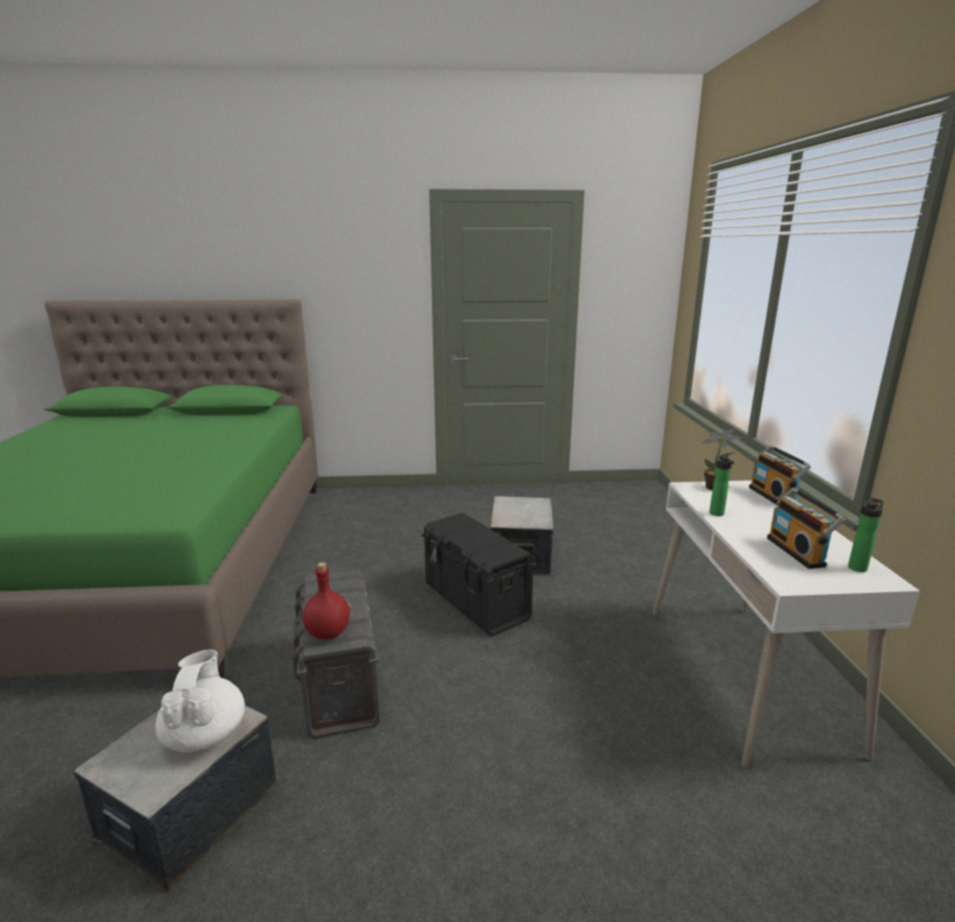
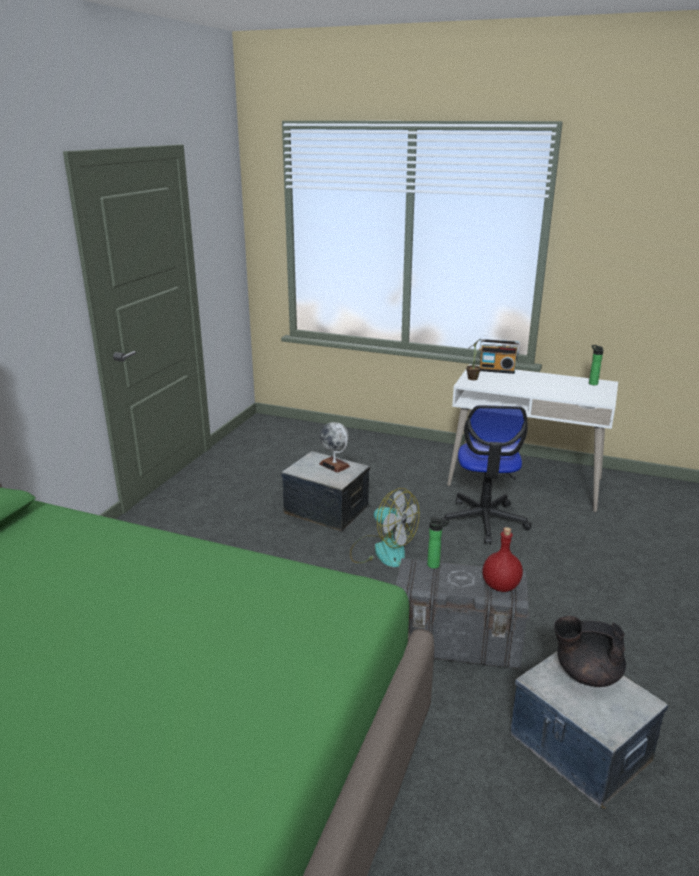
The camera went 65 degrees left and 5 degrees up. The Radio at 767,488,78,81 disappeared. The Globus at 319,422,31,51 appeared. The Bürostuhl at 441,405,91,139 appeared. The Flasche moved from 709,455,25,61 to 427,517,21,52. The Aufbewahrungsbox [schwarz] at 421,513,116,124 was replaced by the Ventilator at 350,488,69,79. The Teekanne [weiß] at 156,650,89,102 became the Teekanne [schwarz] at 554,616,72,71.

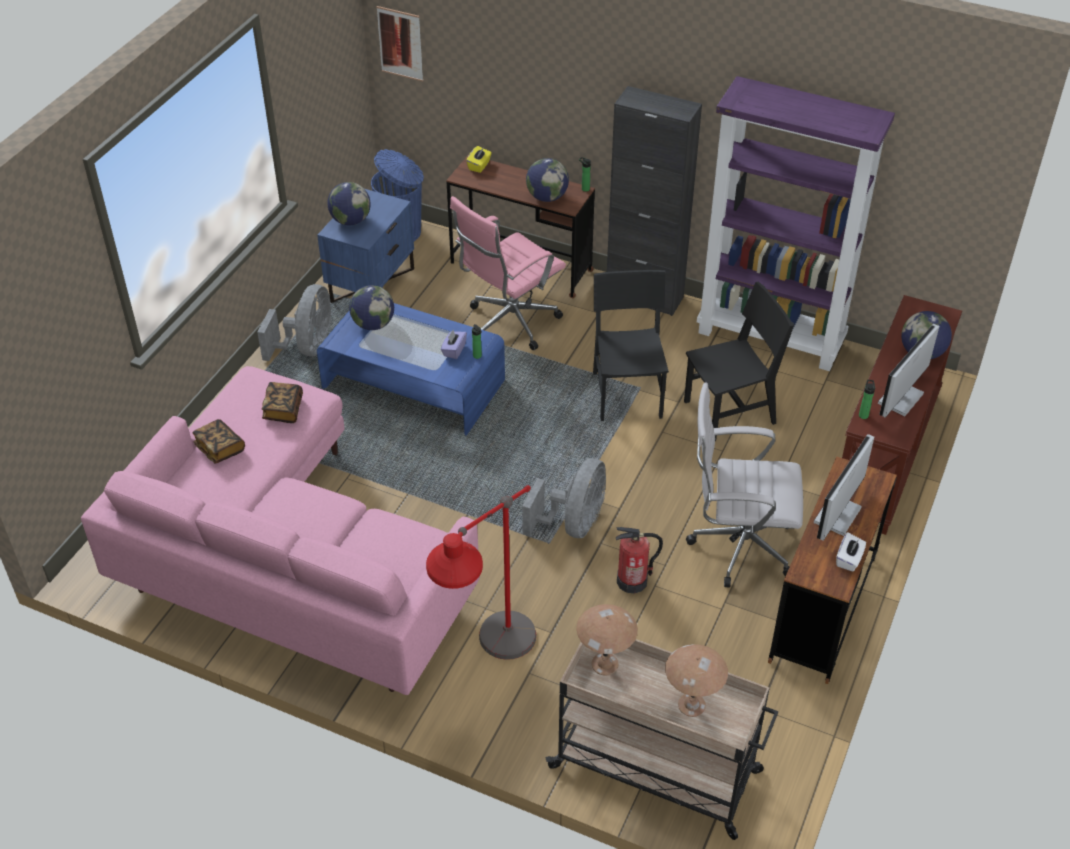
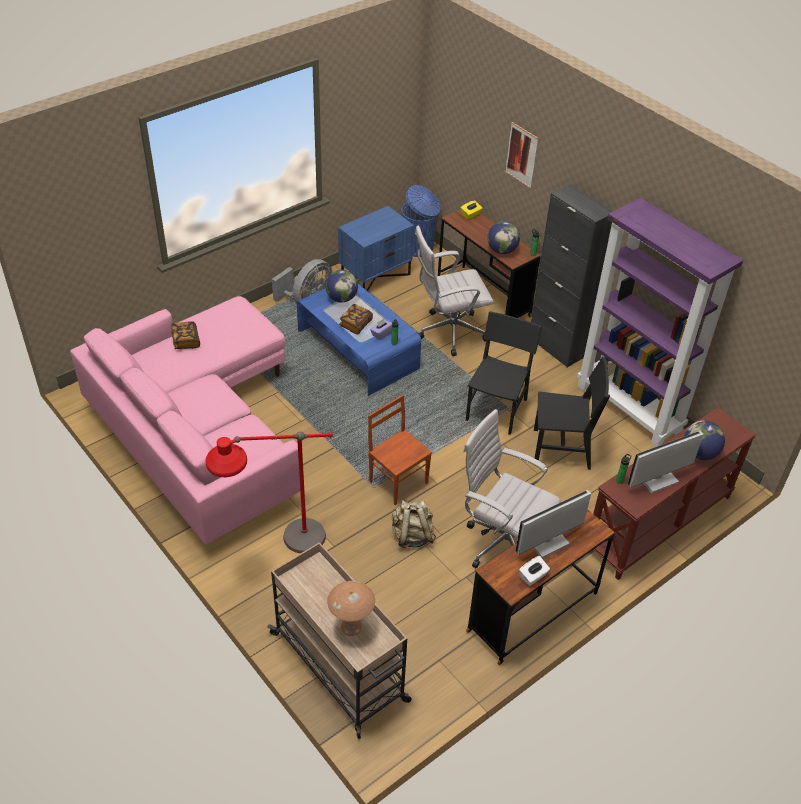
The camera went 25 degrees right and 0 degrees up. The Globus at 327,182,44,43 disappeared. The Tischlampe [braun] at 576,604,62,72 disappeared. The Buch moved from 262,382,41,41 to 339,304,34,31. The Bild moved from 376,6,47,76 to 505,122,33,66. The Ventilator [grau] at 522,458,84,80 was replaced by the Stuhl [braun] at 368,395,64,110. The Feuerlöscher at 616,527,47,67 was replaced by the Rucksack [beige] at 392,500,44,48. The Bürostuhl [rosa] at 450,196,116,154 became the Bürostuhl [weiß] at 415,226,79,130.

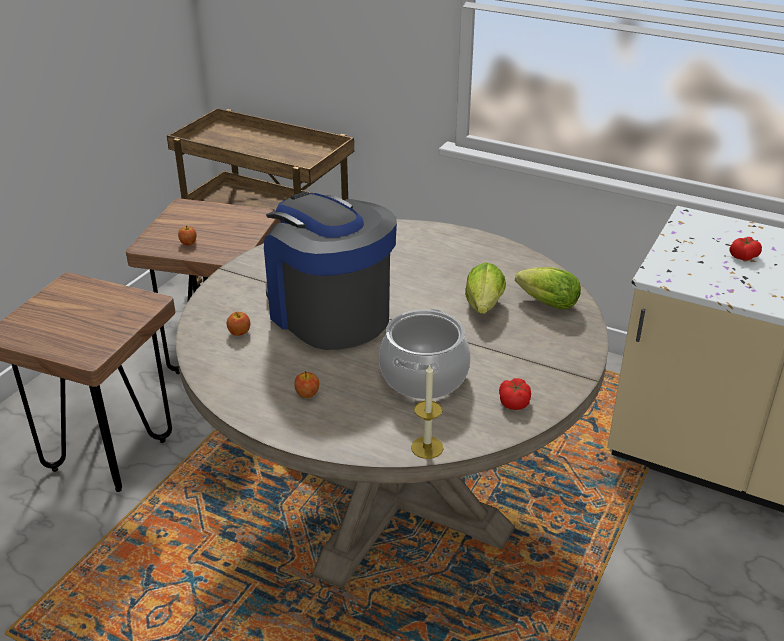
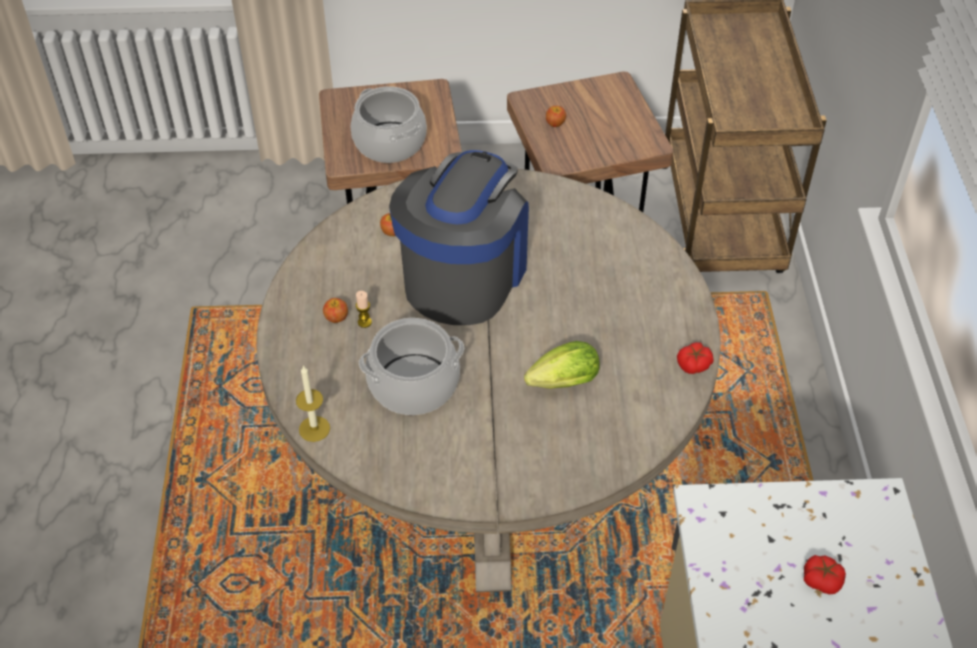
The camera went 60 degrees right and 15 degrees up. The Salatkopf at 515,267,66,43 disappeared. The Kochtopf at 351,86,76,77 appeared. The Kerze at 356,291,16,37 appeared. The Tomate moved from 499,378,32,32 to 677,342,37,32.

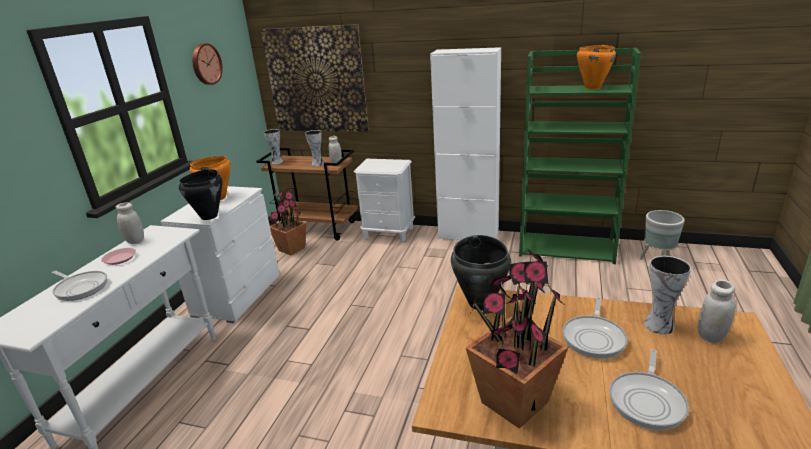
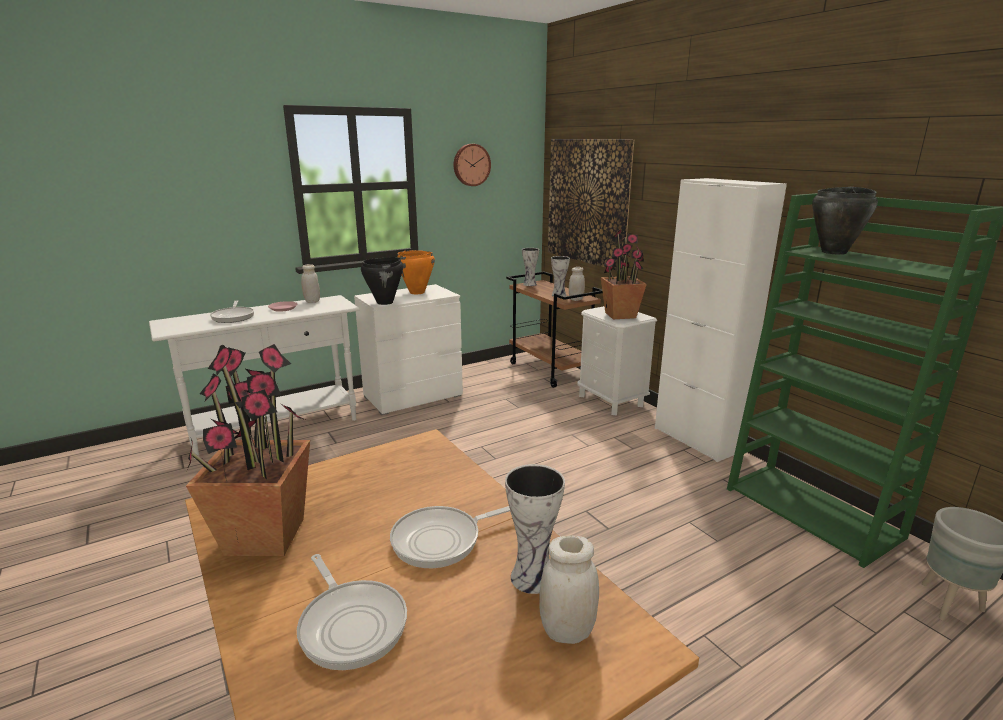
The camera went 40 degrees right and 5 degrees down. The Kochtopf [orange] at 577,45,39,44 disappeared. The Topfpflanze moved from 269,190,37,66 to 601,230,46,89. The Kochtopf [schwarz] moved from 451,235,60,75 to 812,187,66,68. The Pfanne at 609,349,80,81 turned 105 degrees counterclockwise.

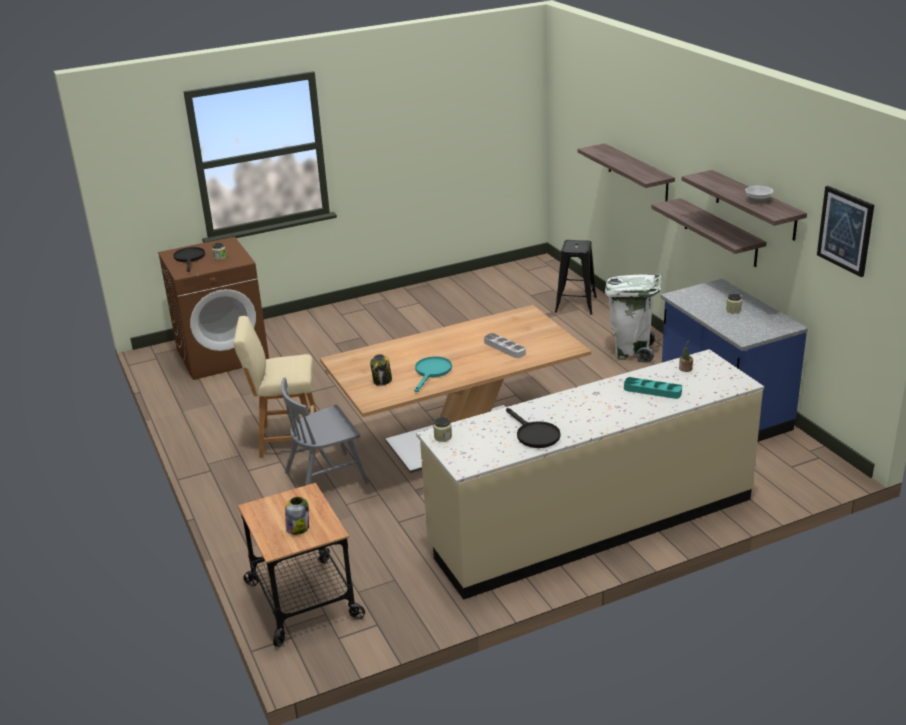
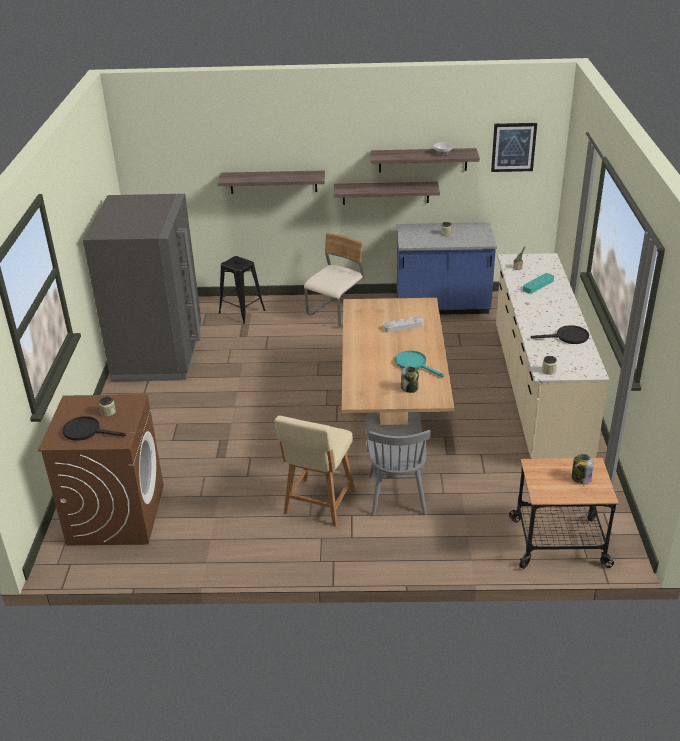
The camera went 65 degrees left and 5 degrees up. The Kühlschrank [grau] at 83,194,118,188 appeared. The Mülleimer [weiß] at 605,274,57,89 was replaced by the Stuhl [beige] at 304,233,60,94.

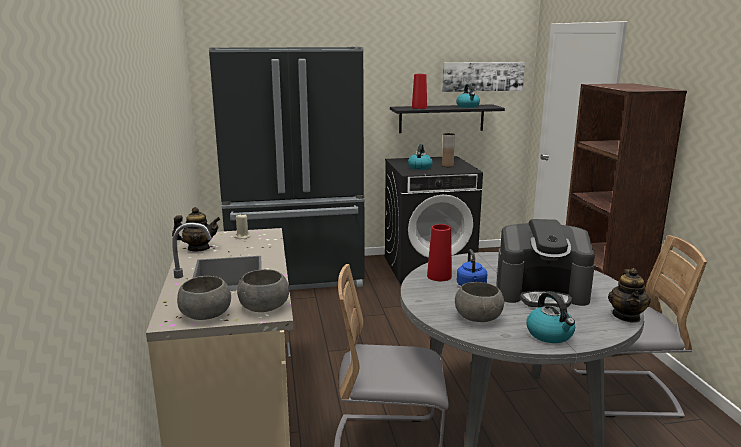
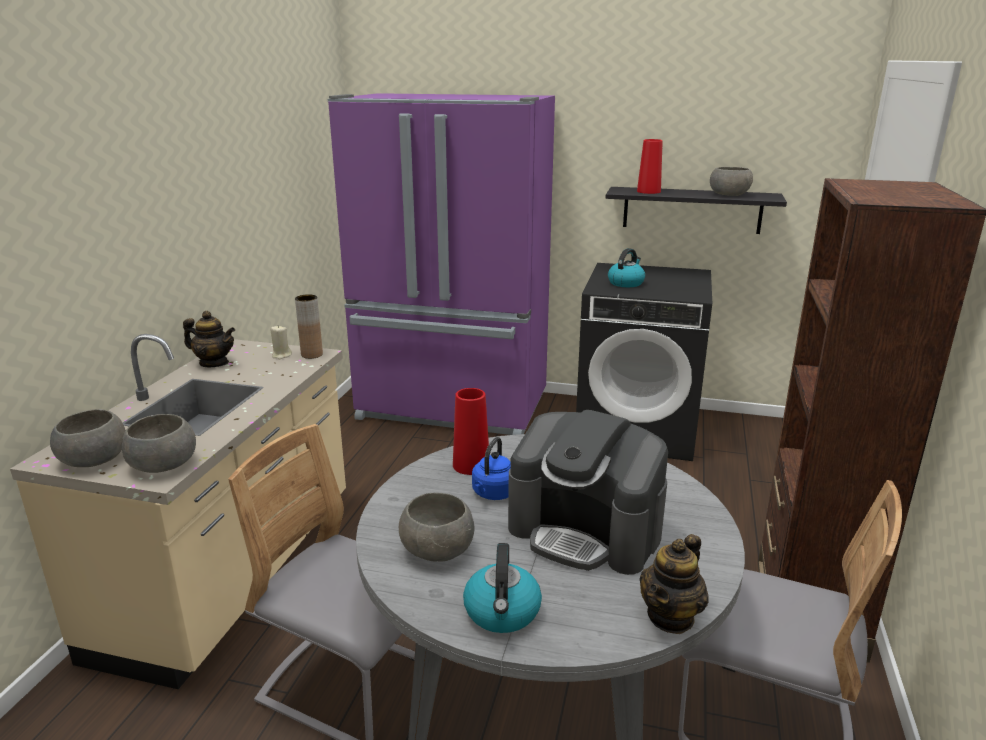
The camera went 25 degrees right and 5 degrees up. The Bild at 442,62,83,30 disappeared. The Vase [braun] moved from 442,133,13,34 to 295,294,28,65. The Wasserkessel at 456,84,24,24 was replaced by the Schüssel [grau] at 710,167,43,29. The Kühlschrank [schwarz] at 209,47,156,243 became the Kühlschrank [lila] at 328,93,227,342.

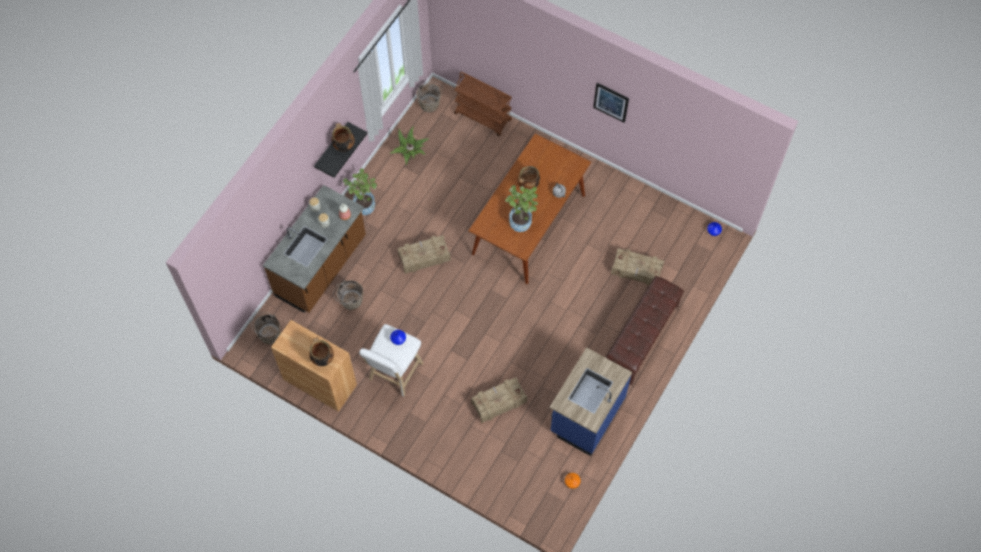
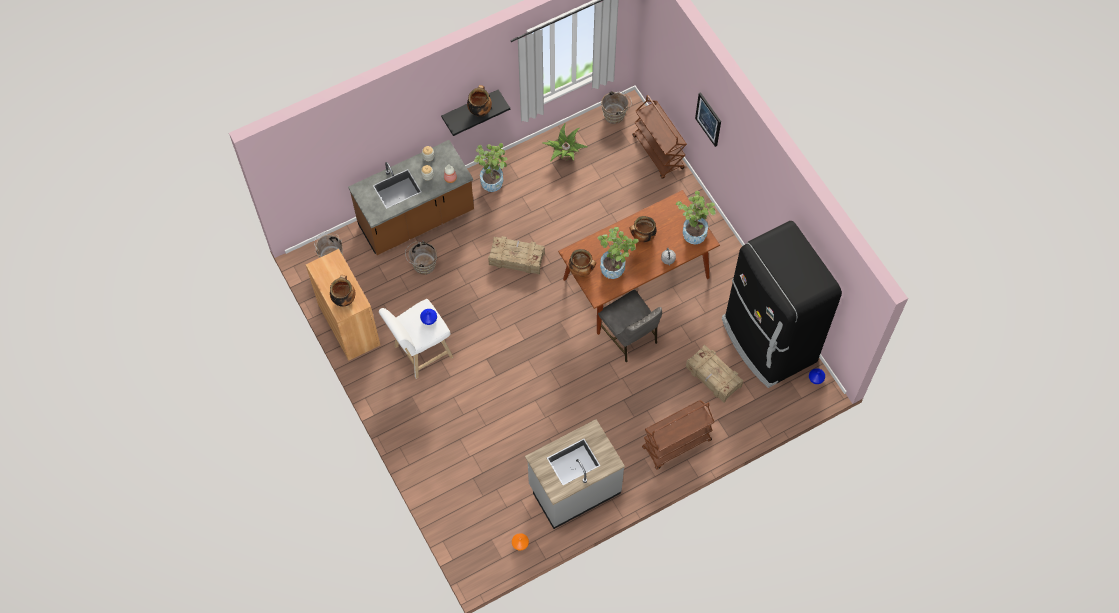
The camera went 30 degrees right and 0 degrees up. The Kiste at 471,377,56,46 disappeared. The Kochtopf at 569,249,27,28 appeared. The Stuhl [grau] at 598,290,64,72 appeared. The Topfpflanze at 676,191,40,53 appeared. The Kühlschrank [schwarz] at 722,221,120,167 appeared. The Bild moved from 593,83,36,40 to 695,92,26,55. The Bank [braun] at 606,276,78,109 was replaced by the Rollwagen [braun] at 642,400,72,70. The Küchenzeile [blau] at 550,347,82,109 became the Küchenzeile [grau] at 525,419,100,110.

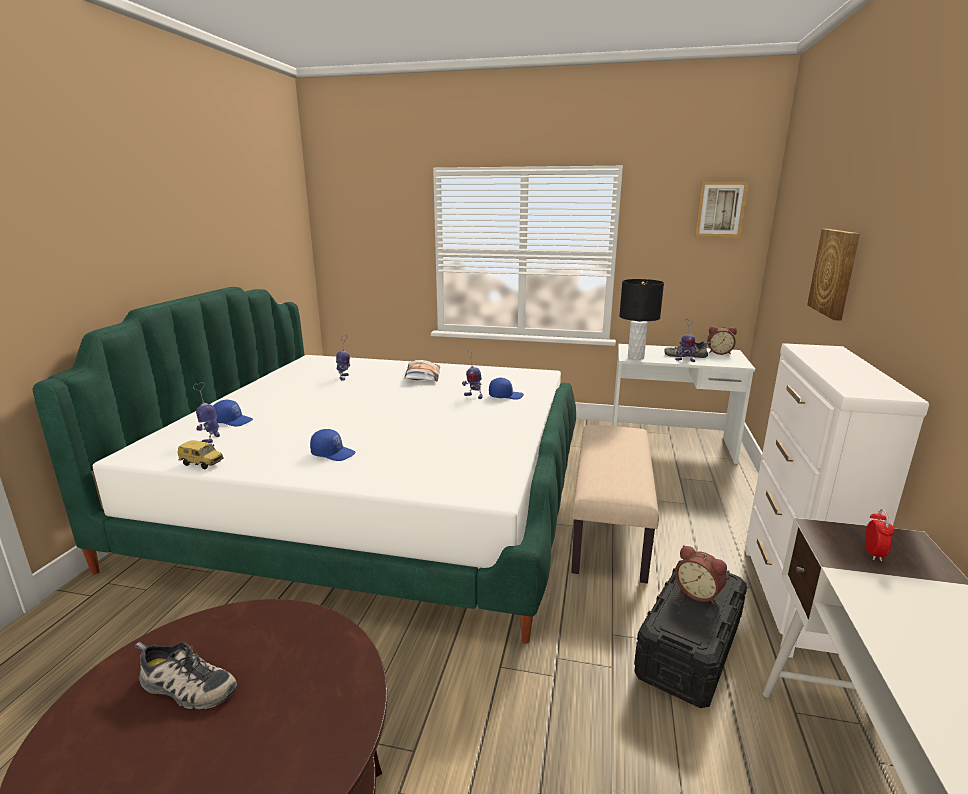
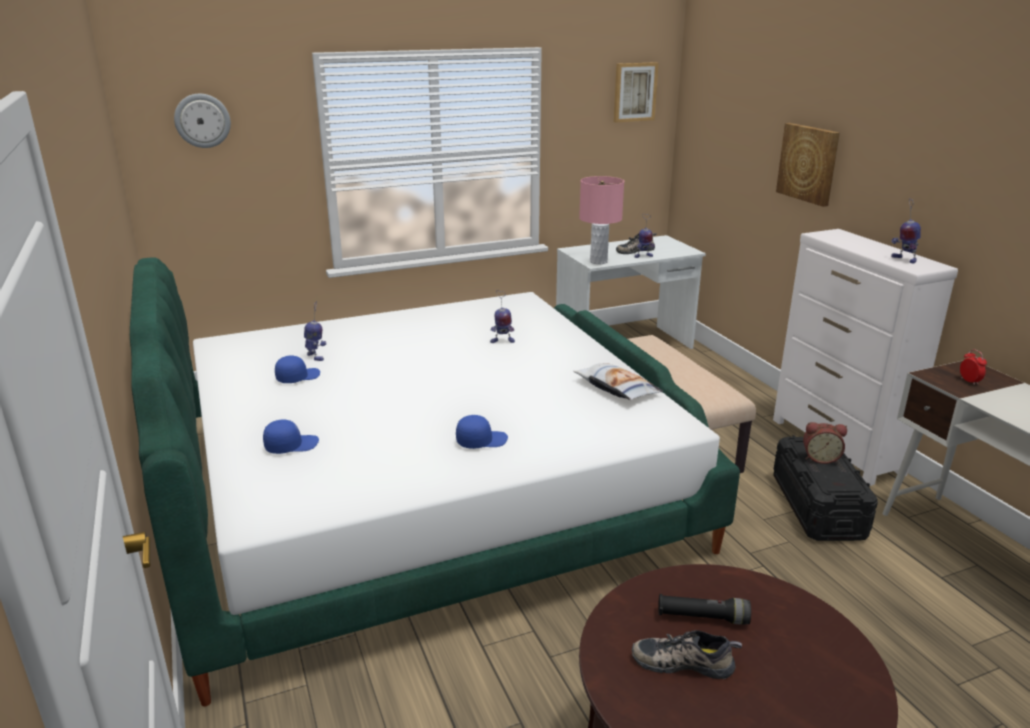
The camera went 35 degrees left and 5 degrees up. The Spielzeugauto at 178,440,45,29 disappeared. The Wecker at 707,326,30,29 disappeared. The Wanduhr at 174,94,57,54 appeared. The Taschenlampe [schwarz] at 658,594,93,31 appeared. The Spielzeugroboter moved from 193,382,27,61 to 891,198,30,66. The Kissen moved from 404,360,37,21 to 573,363,90,37. The Kappe [blau] moved from 489,378,35,22 to 275,356,45,27. The Tischlampe [schwarz] at 619,279,45,81 became the Tischlampe [rosa] at 579,176,45,88. The Schuh at 135,642,102,67 turned 150 degrees counterclockwise.

